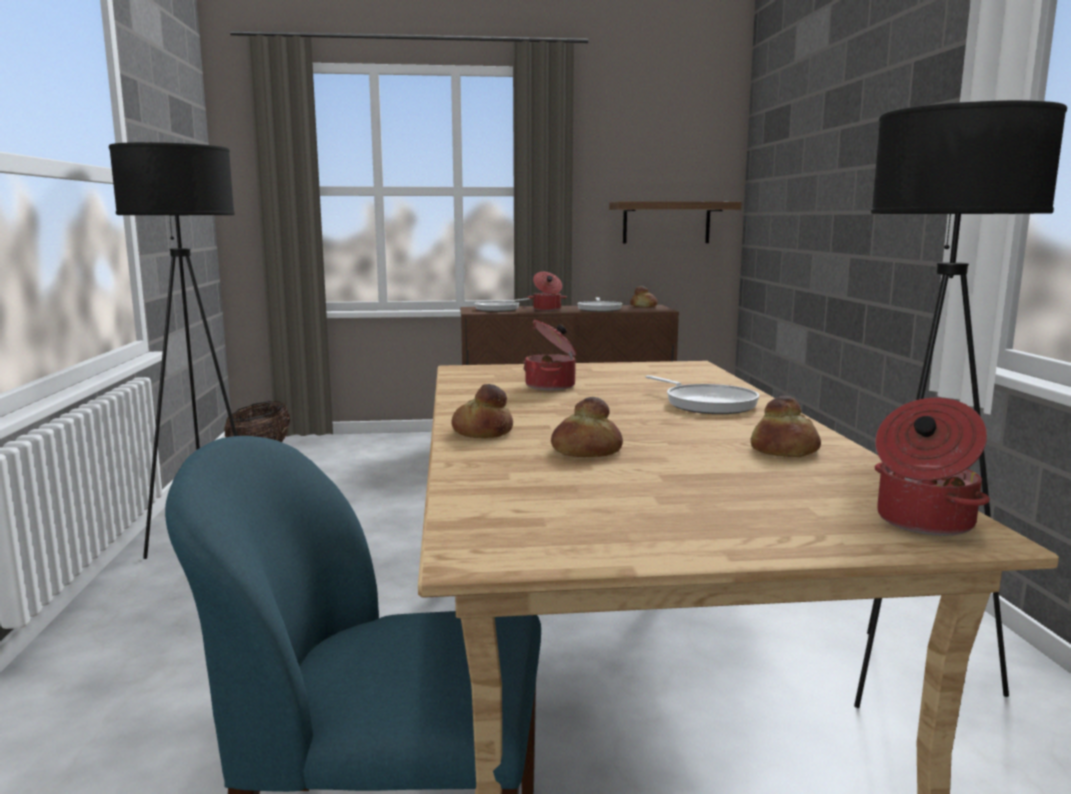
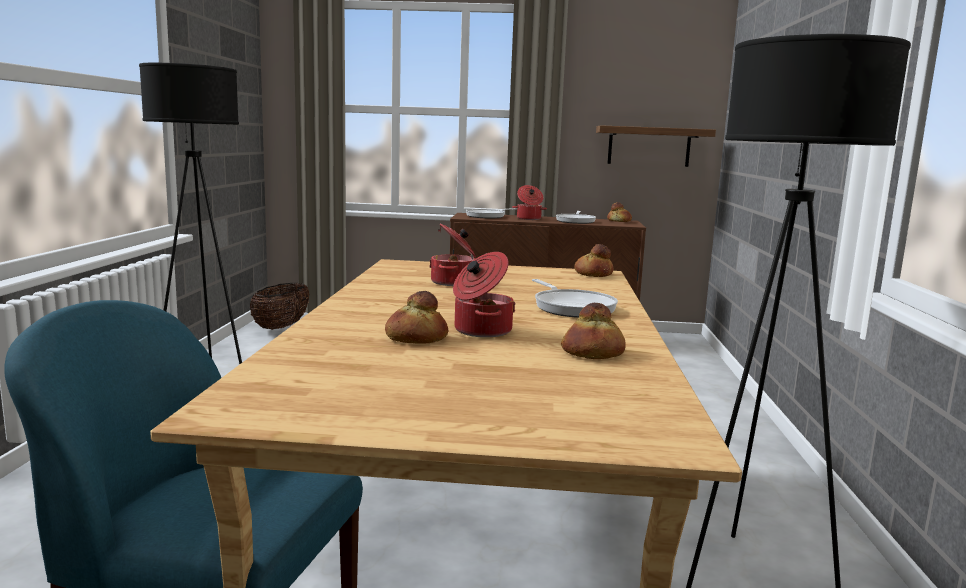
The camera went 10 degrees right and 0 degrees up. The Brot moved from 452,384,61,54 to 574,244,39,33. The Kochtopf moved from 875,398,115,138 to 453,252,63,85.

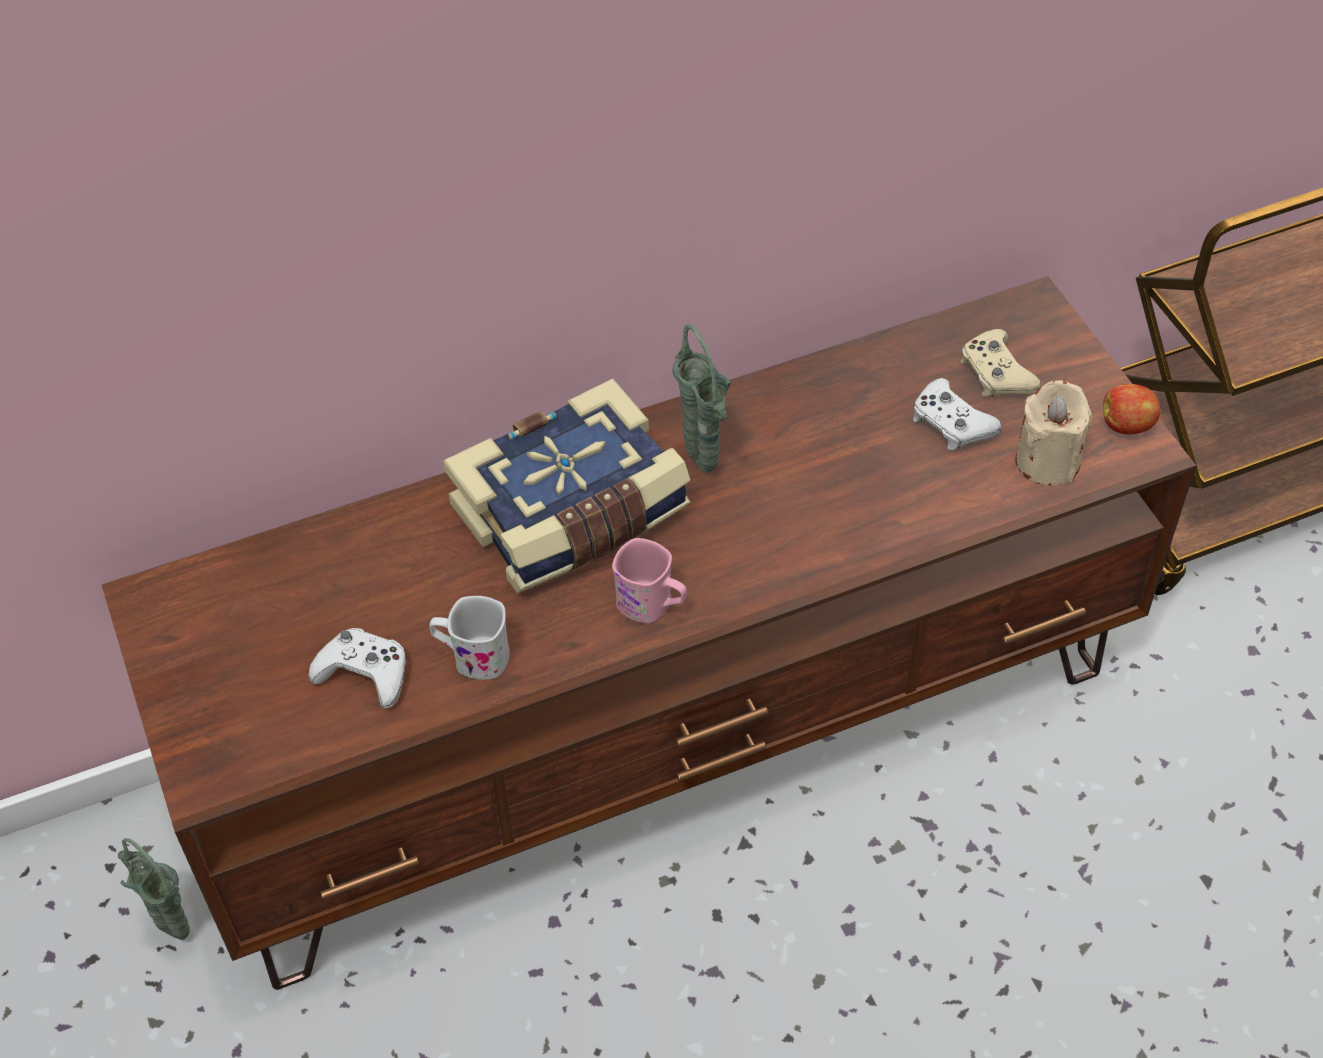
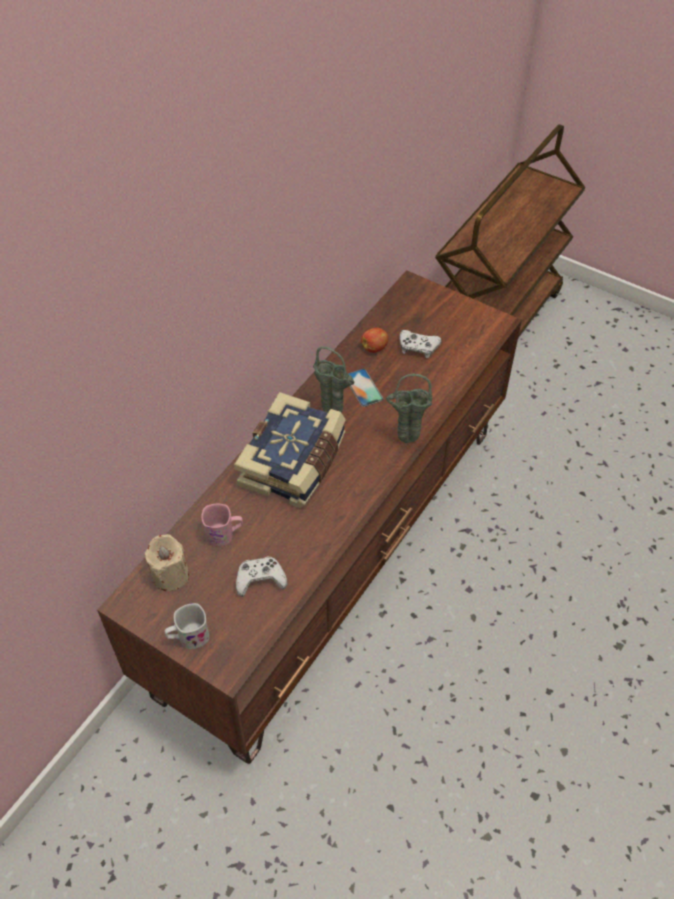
The camera went 35 degrees left and 0 degrees up. The Gamepad [beige] at 960,329,81,68 disappeared. The Handy at 347,369,36,38 appeared. The Vase [grün] moved from 118,838,72,102 to 386,374,46,69. The Henkelbecher [weiß] moved from 429,596,80,84 to 164,603,45,46. The Henkelbecher [rosa] moved from 612,538,75,85 to 201,504,42,42. The Kerze [beige] moved from 1015,380,77,106 to 144,534,45,57. The Apfel moved from 1103,384,57,51 to 361,328,28,25.

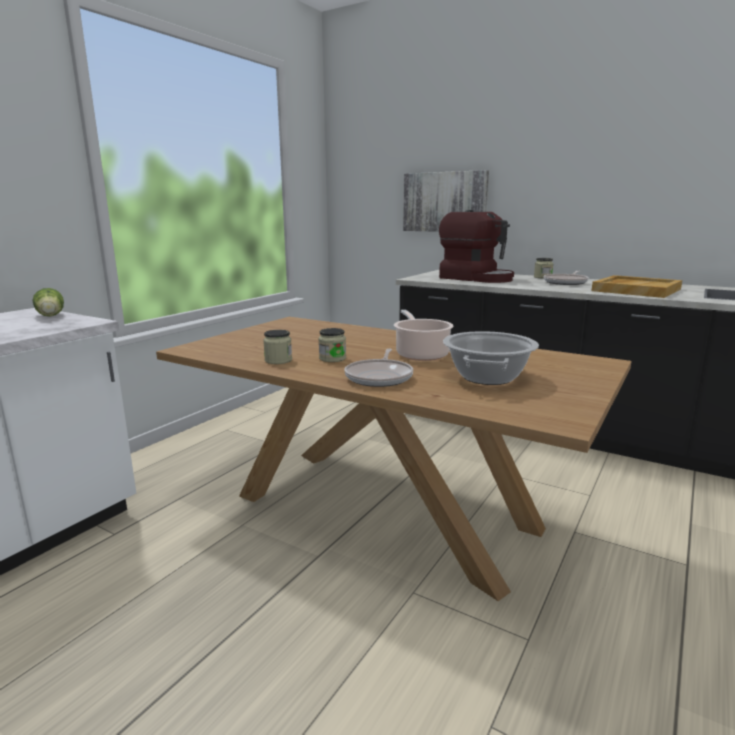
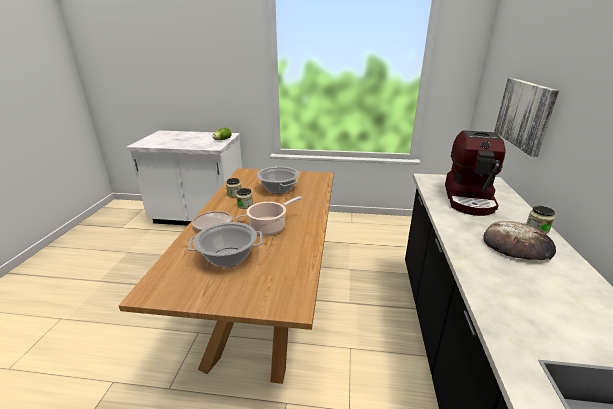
The camera went 65 degrees right and 10 degrees up. The Tablett [beige] at 592,275,90,23 disappeared. The Kochtopf at 257,166,42,28 appeared. The Pfanne at 544,271,45,14 was replaced by the Brot at 483,221,73,39.

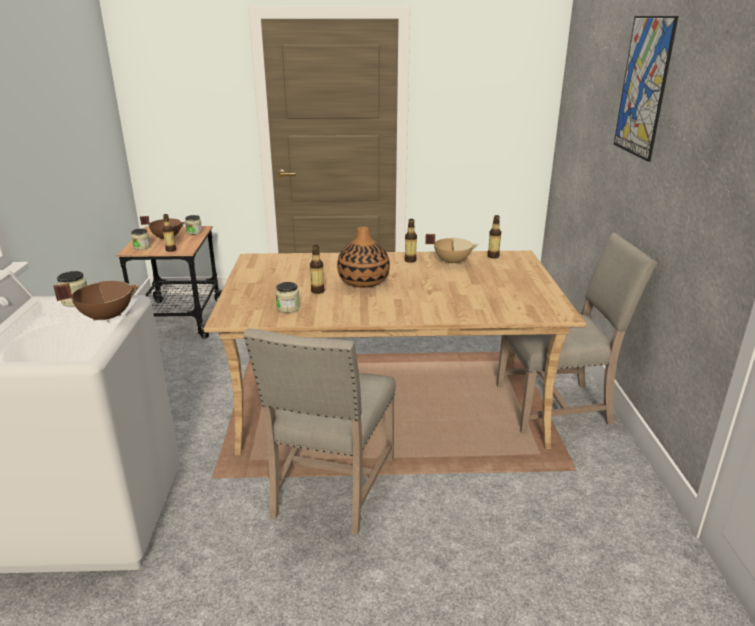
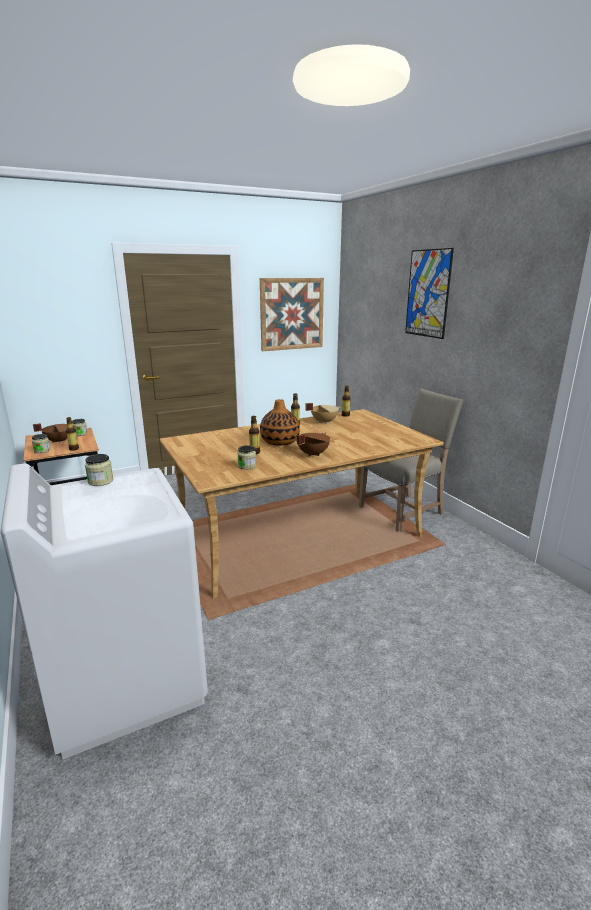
The camera went 25 degrees left and 5 degrees down. The Stuhl [beige] at 243,328,153,207 disappeared. The Bild at 260,278,64,73 appeared. The Kochtopf [braun] moved from 54,281,85,42 to 296,433,34,24.

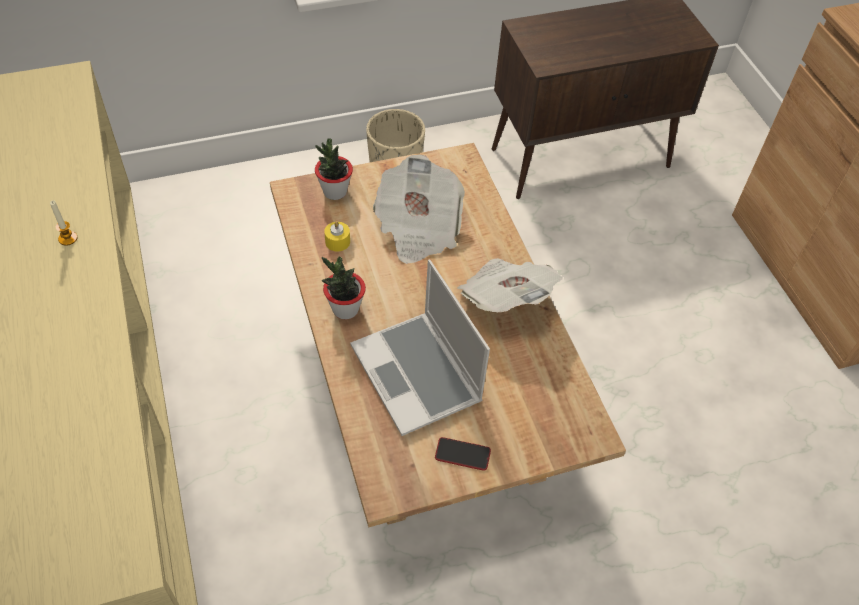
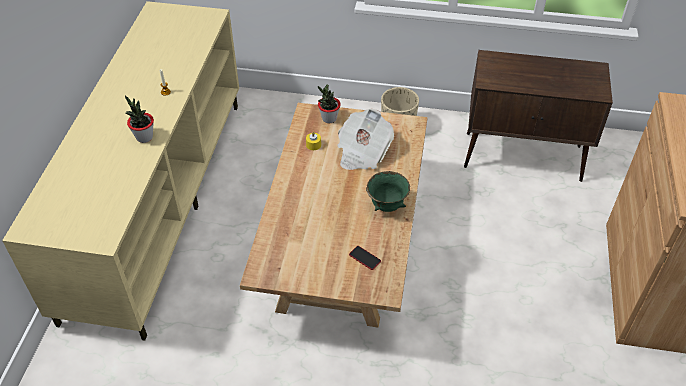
The camera went 30 degrees right and 5 degrees down. The Laptop at 350,260,140,176 disappeared. The Topfpflanze moved from 322,257,44,63 to 125,95,29,48. The Handy moved from 435,437,56,34 to 349,246,32,24. The Zeitung at 457,258,106,54 was replaced by the Schüssel [grün] at 366,171,44,41.

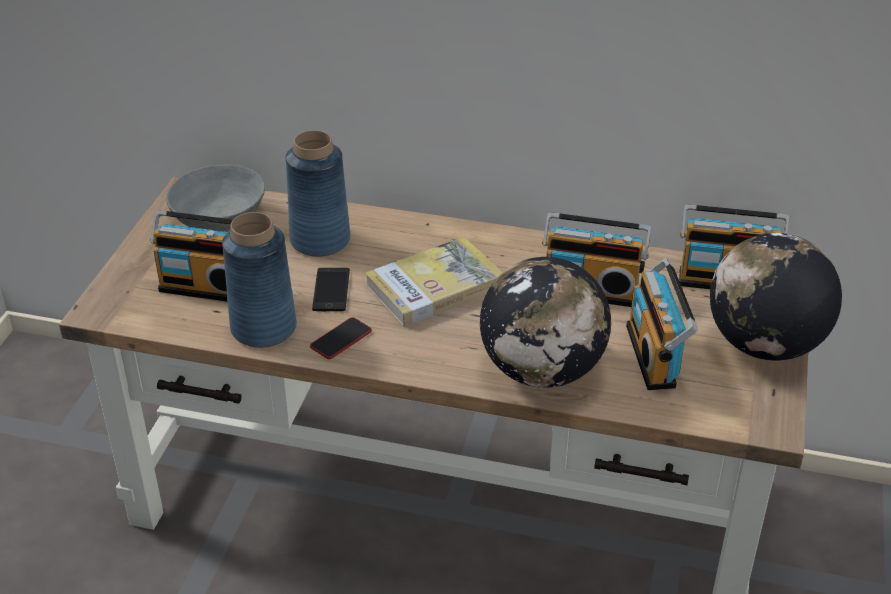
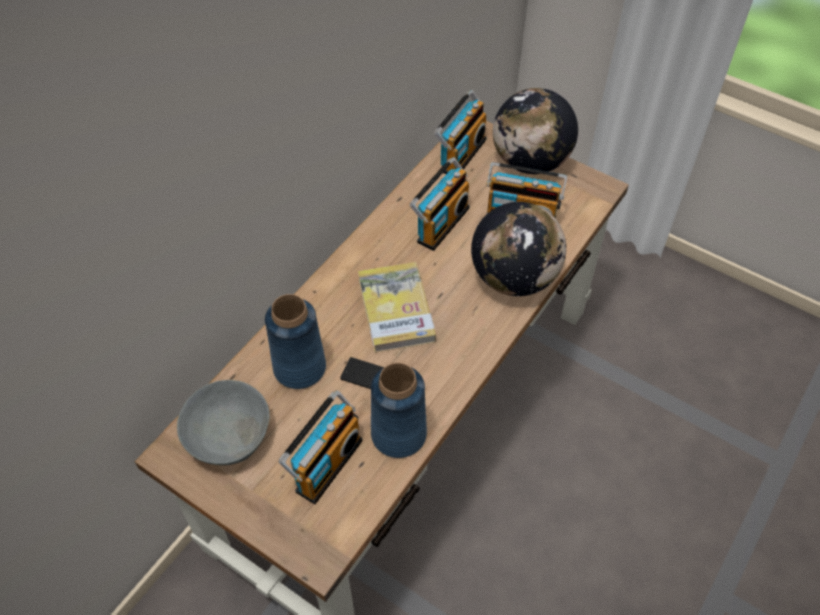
The camera went 70 degrees left and 15 degrees up. The Handy at 310,317,62,42 disappeared.

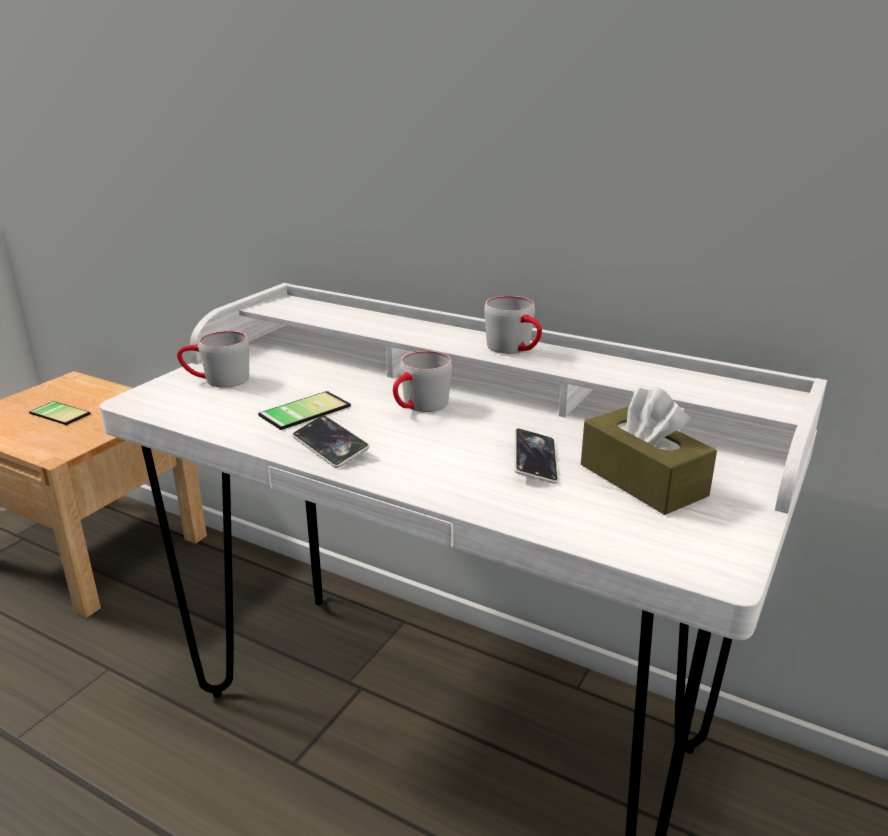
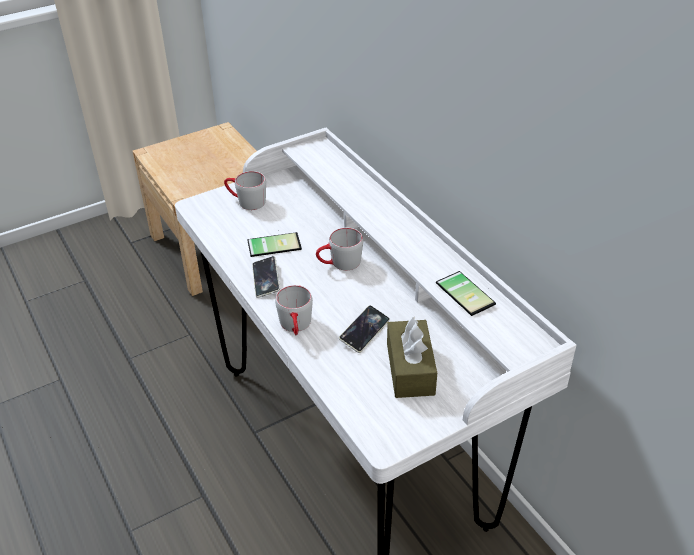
The camera went 30 degrees right and 15 degrees up. The Handy moved from 29,401,62,24 to 436,271,60,45. The Henkelbecher [grau] moved from 484,296,58,58 to 275,285,38,50.

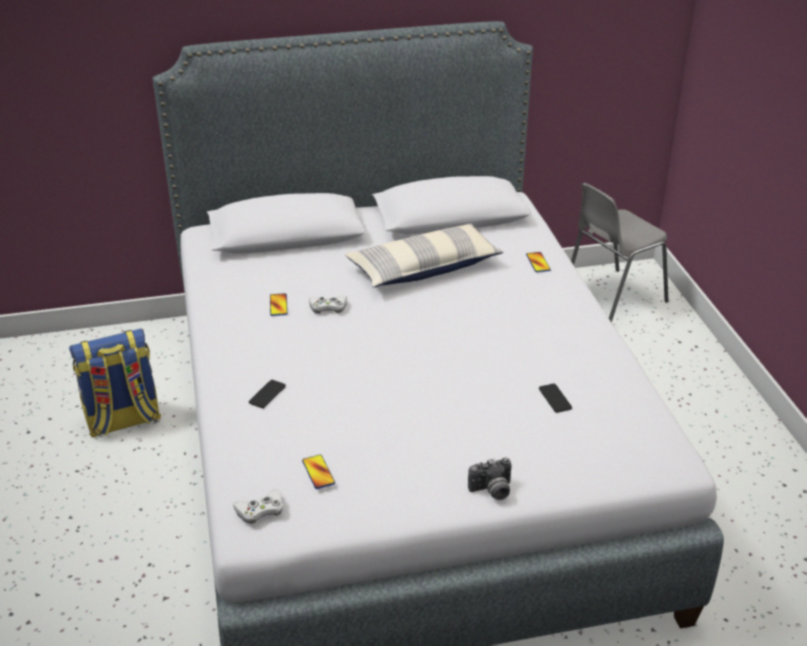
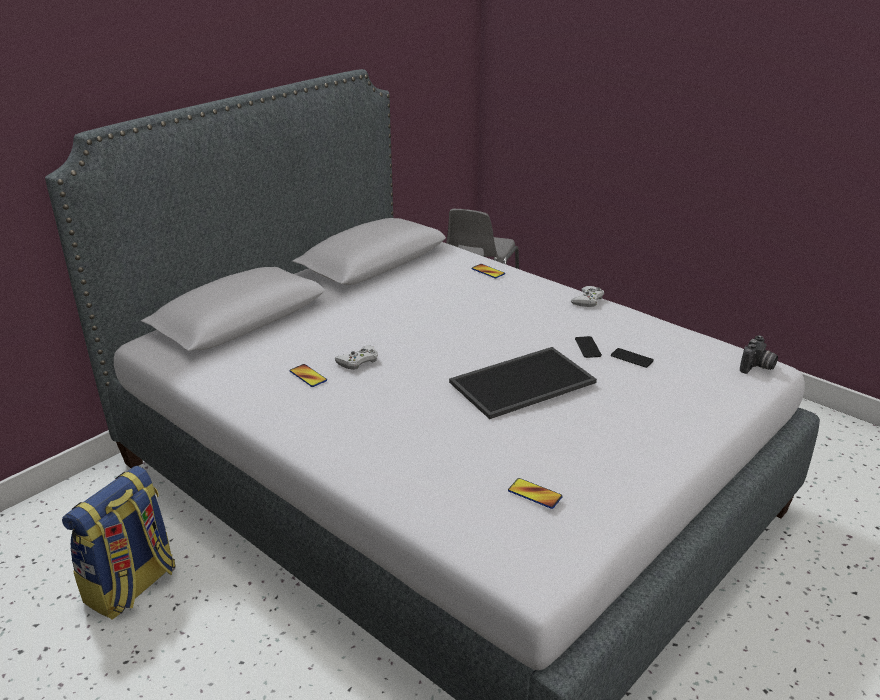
The camera went 35 degrees left and 5 degrees down. The Kissen at 345,223,159,65 disappeared. The Tablett at 449,347,148,72 appeared. The Gamepad [weiß] moved from 233,489,51,35 to 571,286,33,21. The Handy moved from 249,380,37,28 to 575,336,27,22. The Kamera moved from 468,458,44,42 to 740,335,38,39.

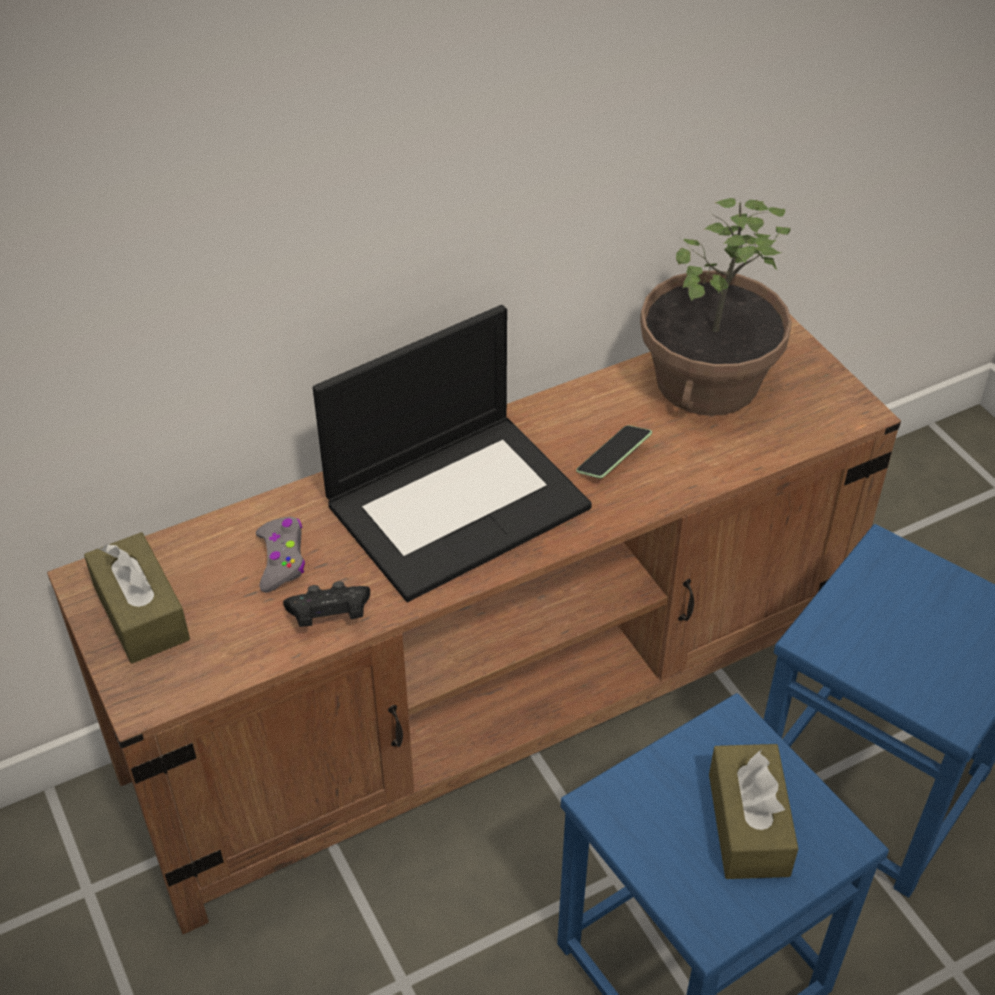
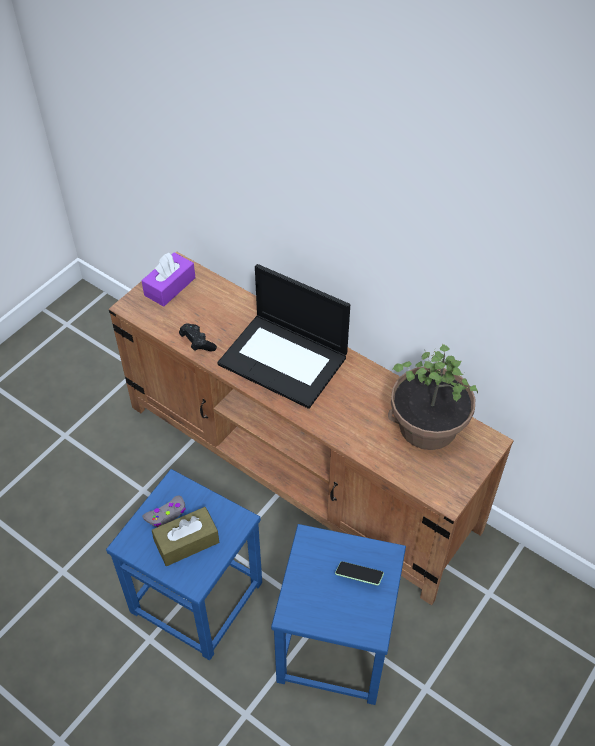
The camera went 65 degrees right and 5 degrees up. The Gamepad [grau] moved from 256,517,49,76 to 142,495,44,32. The Handy moved from 576,425,76,53 to 335,561,49,24. The Taschentuchbox [braun] at 84,532,106,132 became the Taschentuchbox [lila] at 141,252,55,55.

